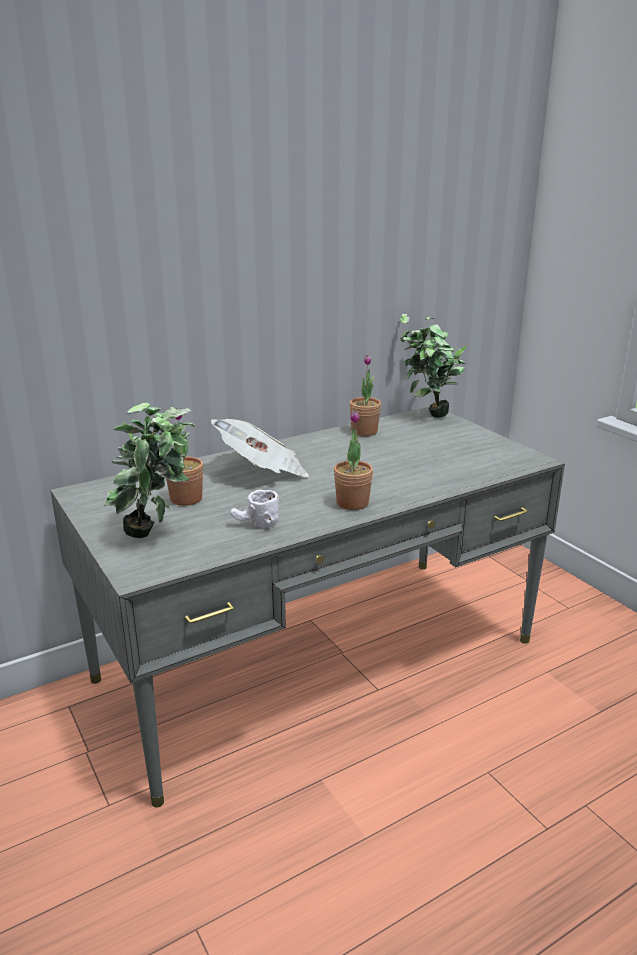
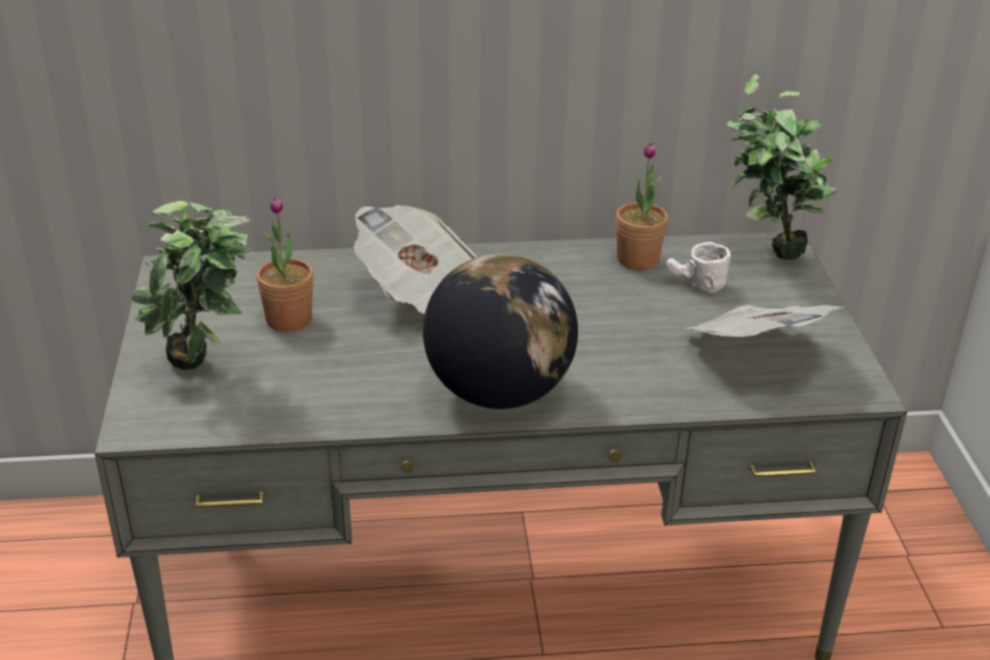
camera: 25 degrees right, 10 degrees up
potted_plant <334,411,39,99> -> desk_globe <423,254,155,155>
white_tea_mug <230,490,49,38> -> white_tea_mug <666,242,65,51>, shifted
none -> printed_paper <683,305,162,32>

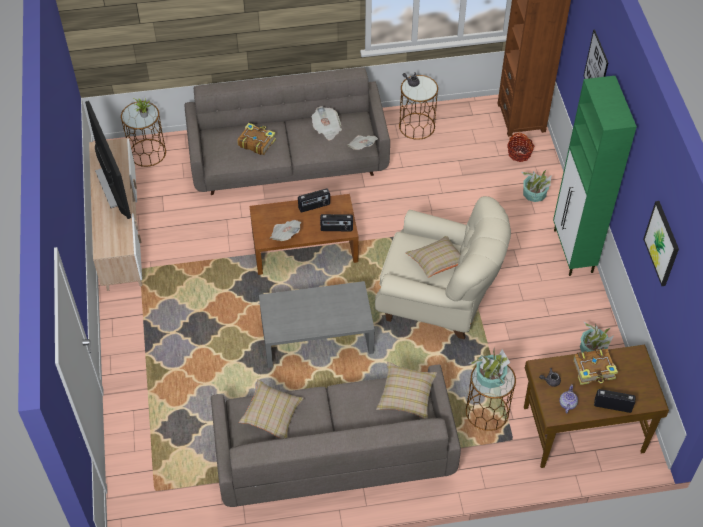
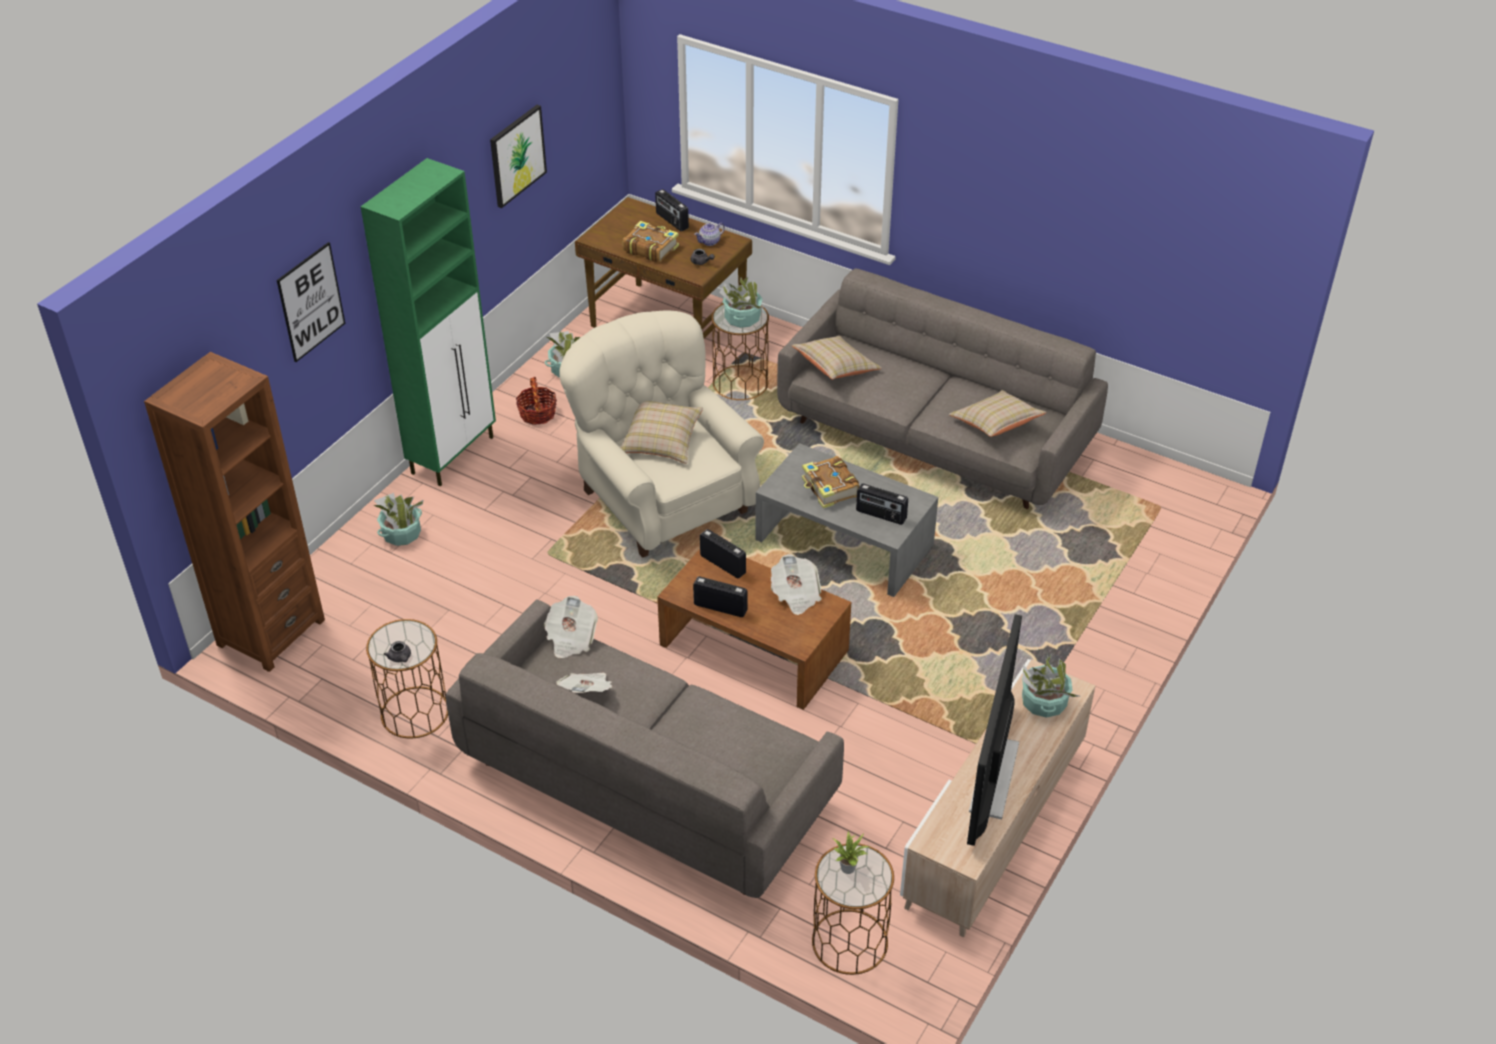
camera: 140 degrees left, 10 degrees down
storage_basket <508,133,26,29> -> storage_basket <516,377,41,48>, shifted
book <237,123,39,32> -> book <802,456,58,52>, shifted
none -> radio_set <856,483,52,42>
none -> potted_plant <1022,654,57,64>

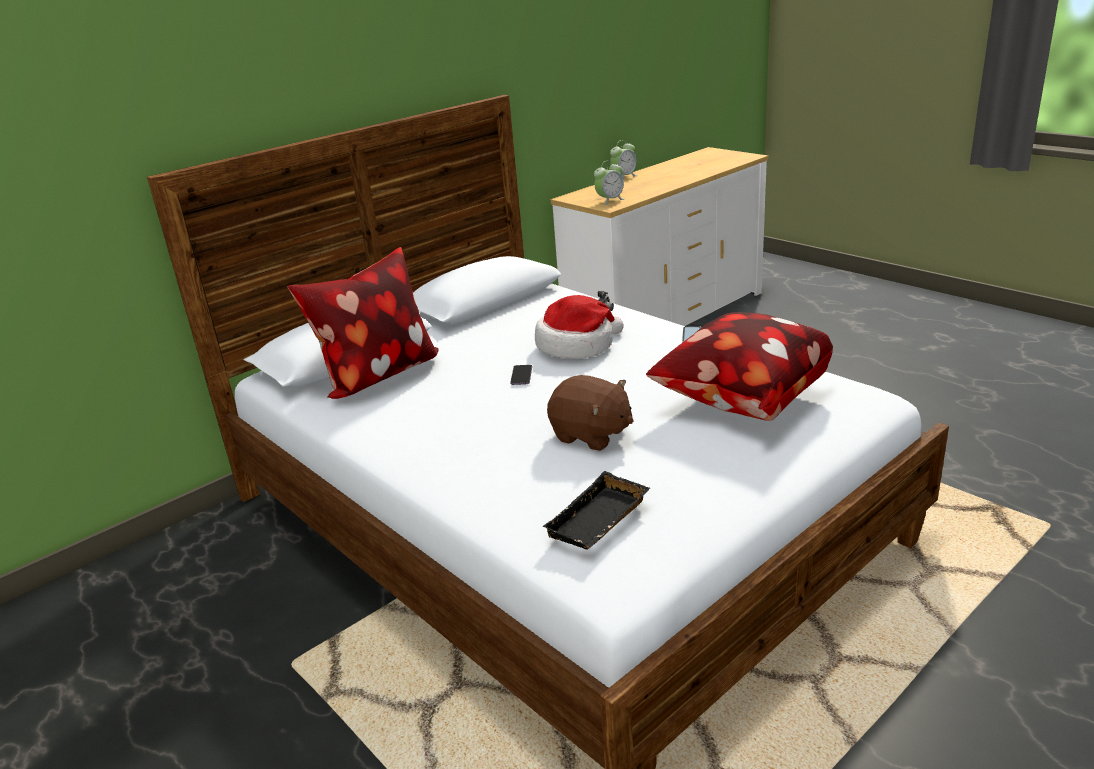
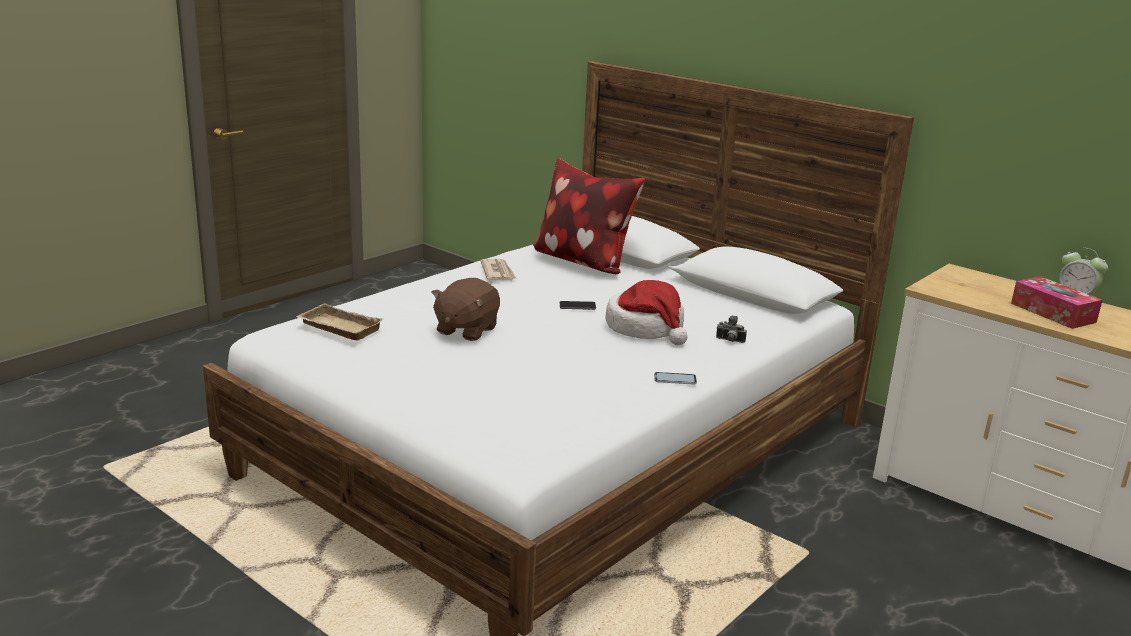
camera: 80 degrees right, 5 degrees down
blackish_tray <542,471,108,79> -> beige-coloured_tray <296,303,87,37>
none -> printed_paper <481,259,36,21>
none -> box_of_tissues <1011,276,91,53>
bedside_clock <594,160,30,45> -> none
throw_pillow <646,312,187,109> -> none

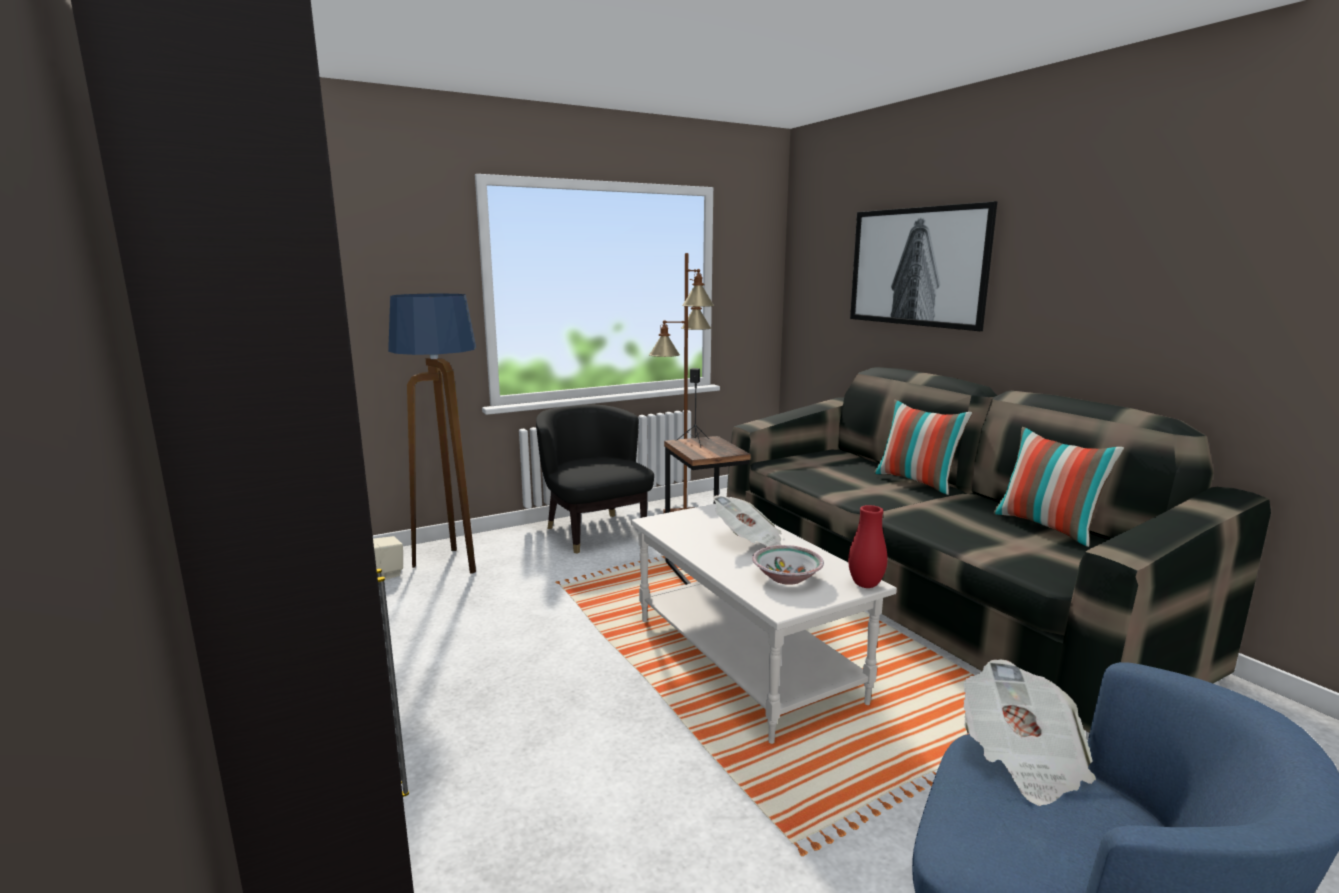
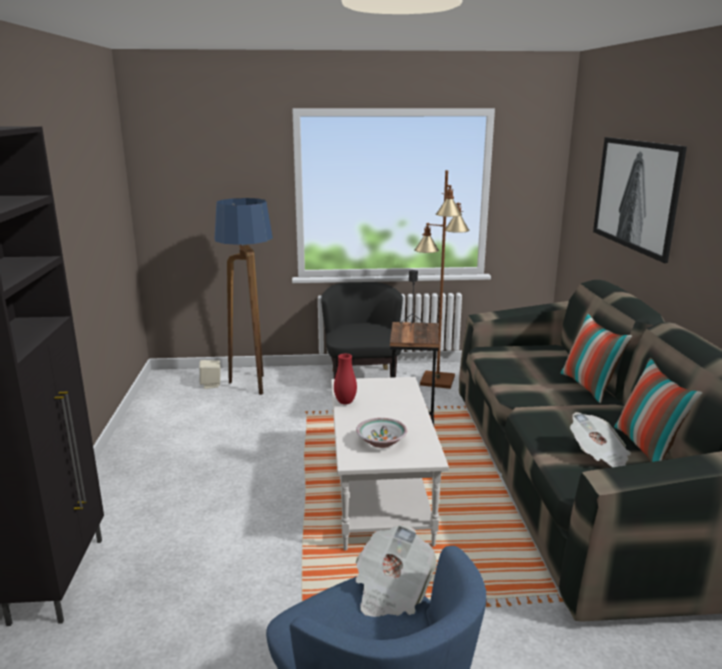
camera: 25 degrees right, 5 degrees up
red-coloured_vase <848,505,40,83> -> red-coloured_vase <334,354,23,51>, shifted
printed_paper <713,495,69,52> -> printed_paper <570,412,61,55>, shifted

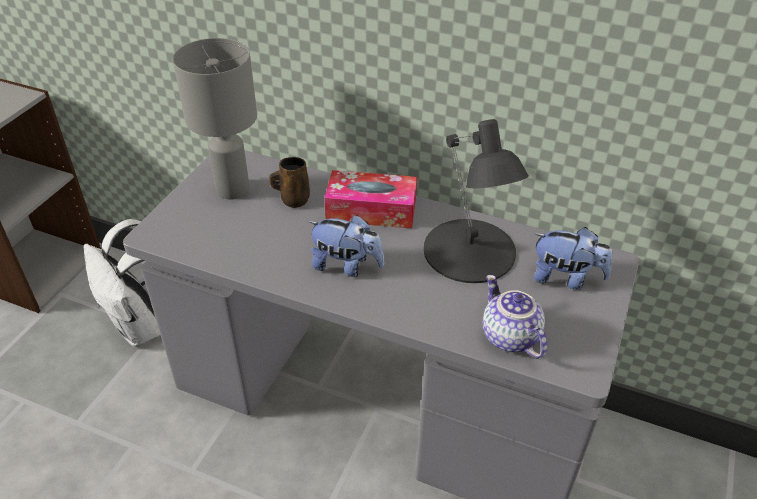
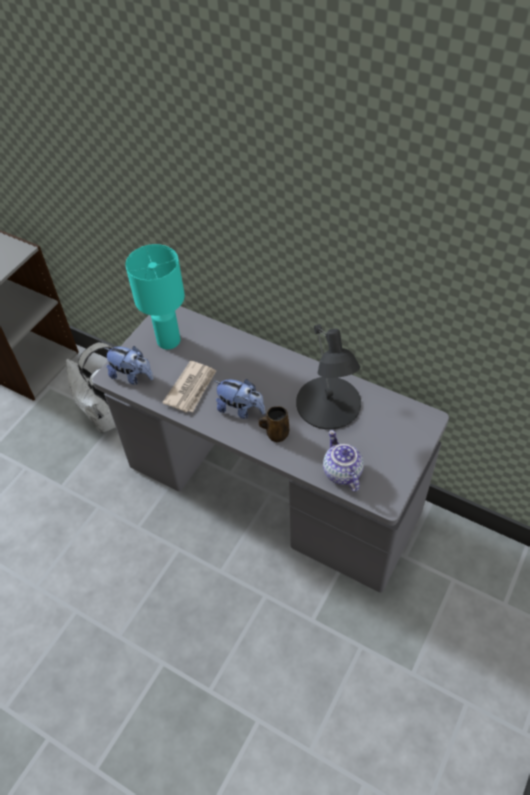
camera: 10 degrees right, 10 degrees up
cuddly_toy <534,227,78,63> -> cuddly_toy <104,346,49,39>, shifted
greyish_lamp_for_a_table <173,38,84,161> -> blue-green_lamp_for_a_table <126,244,59,105>
none -> printed_paper <162,361,54,51>
brown-coloured_tea_mug <270,157,40,51> -> brown-coloured_tea_mug <259,406,30,36>, shifted
box_of_tissues <324,170,93,58> -> none

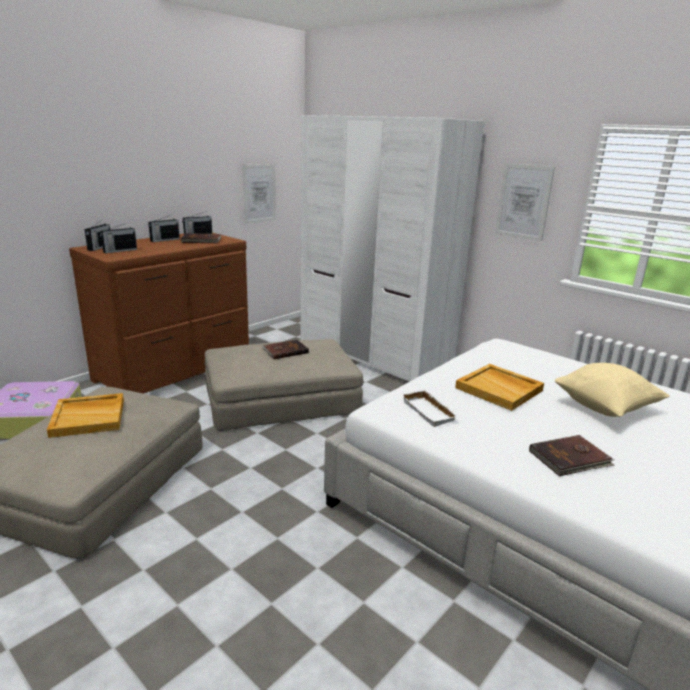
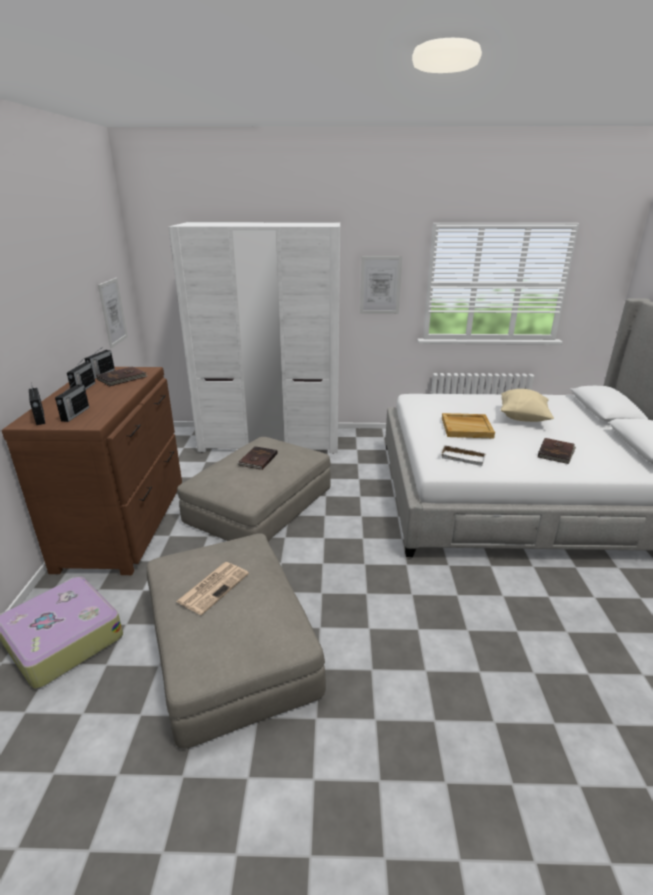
camera: 40 degrees left, 5 degrees up
beige-coloured_tray <47,393,77,45> -> printed_paper <176,562,73,53>

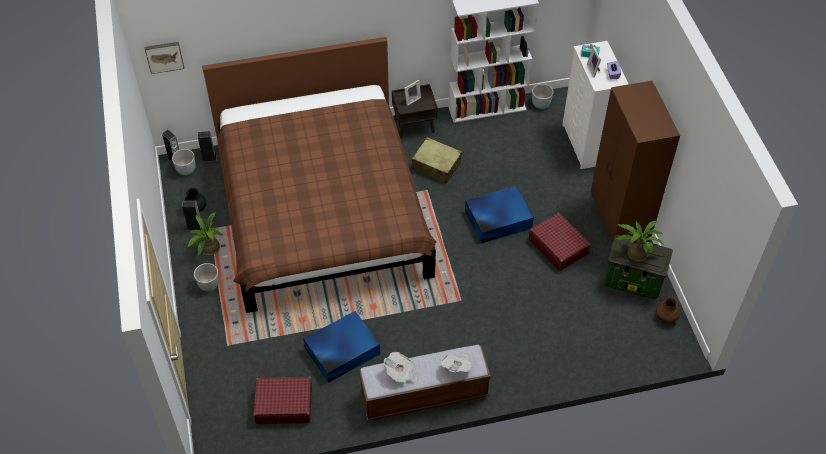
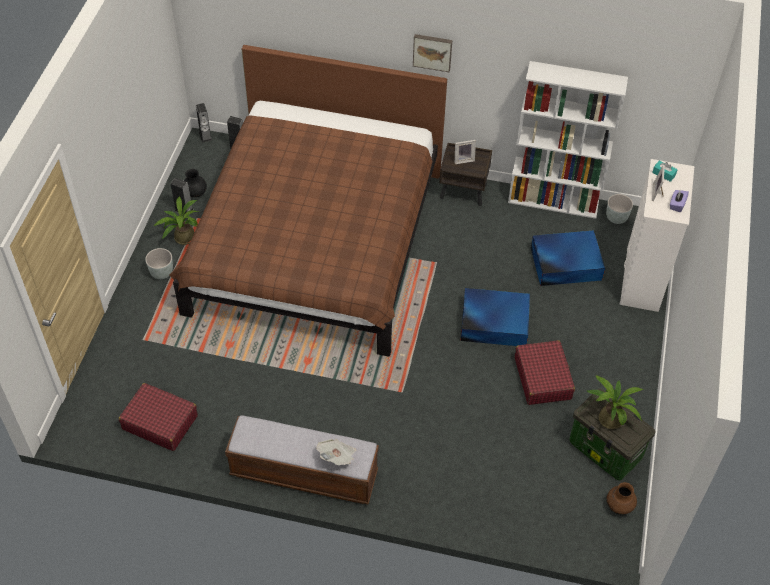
camera: 25 degrees right, 0 degrees up
wall_art <145,42,39,32> -> wall_art <413,34,39,38>, shifted
bluish_storage_bin <303,311,77,72> -> bluish_storage_bin <531,230,74,56>, shifted
greyish_planter <172,149,24,26> -> none
printed_paper <384,352,33,31> -> none
beige-coloured_piece_of_luggage <411,137,51,46> -> none
brown-coloured_armoire <591,81,89,162> -> none

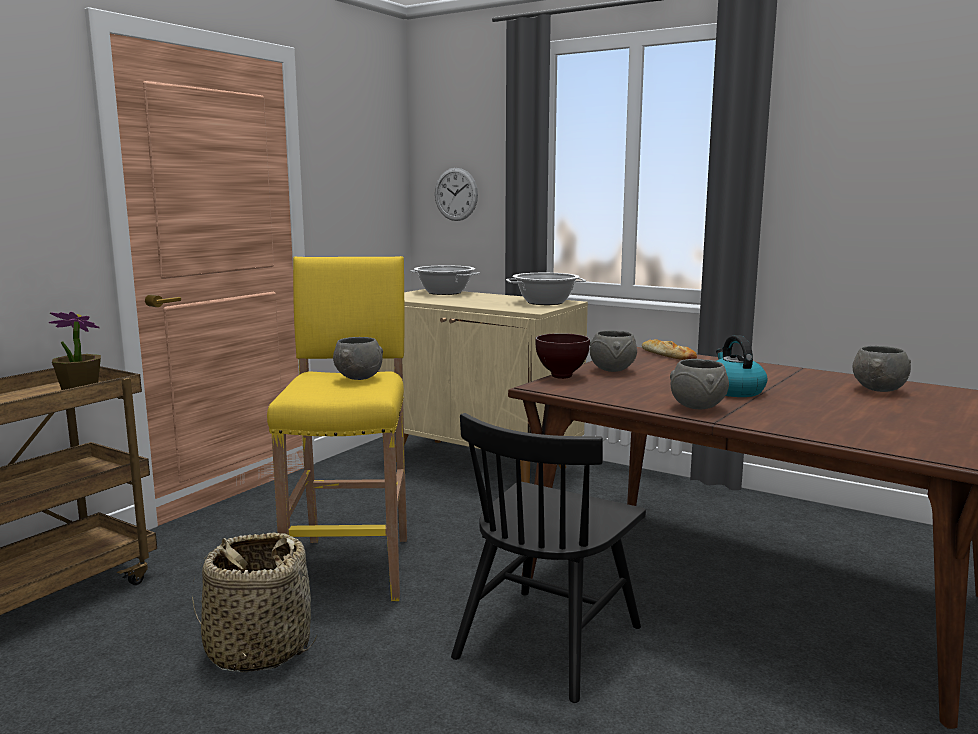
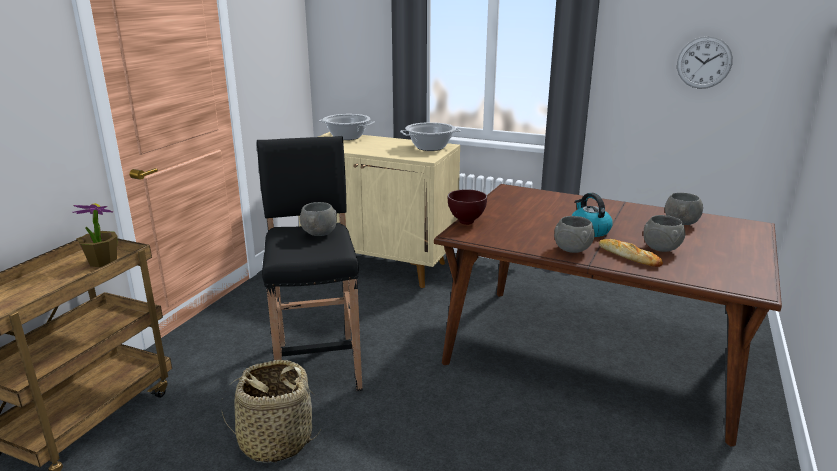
camera: 10 degrees left, 10 degrees up
yellow_sitting_stool <267,256,140,345> -> blackish_sitting_stool <257,136,106,255>
bakery_bread <642,339,55,21> -> bakery_bread <599,239,64,28>, shifted
greyish_serving_bowl <590,330,47,42> -> greyish_serving_bowl <643,215,42,37>, shifted
clock_on_the_wall <435,168,43,53> -> clock_on_the_wall <677,36,56,53>, shifted
blackish_chair <451,413,195,290> -> none

